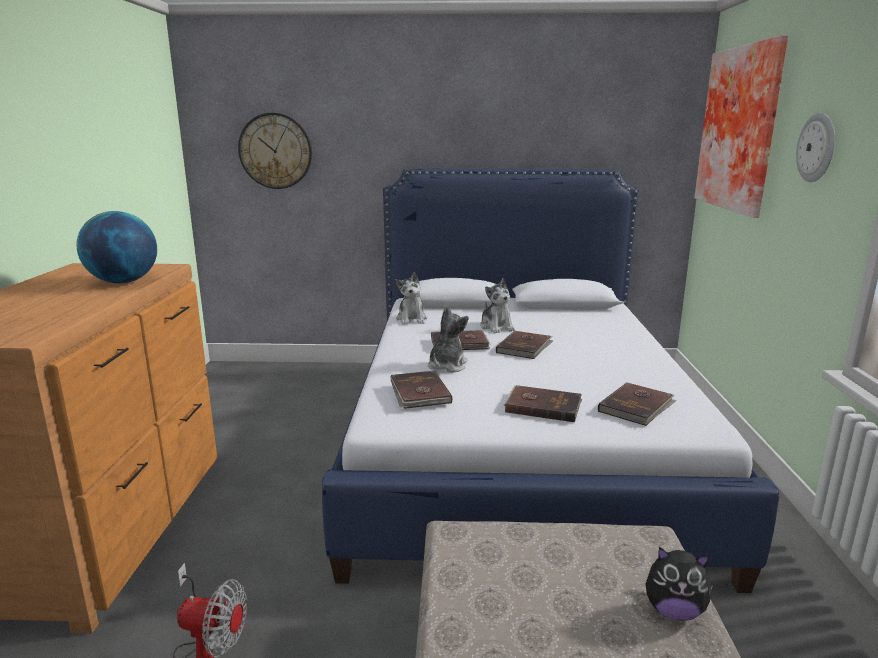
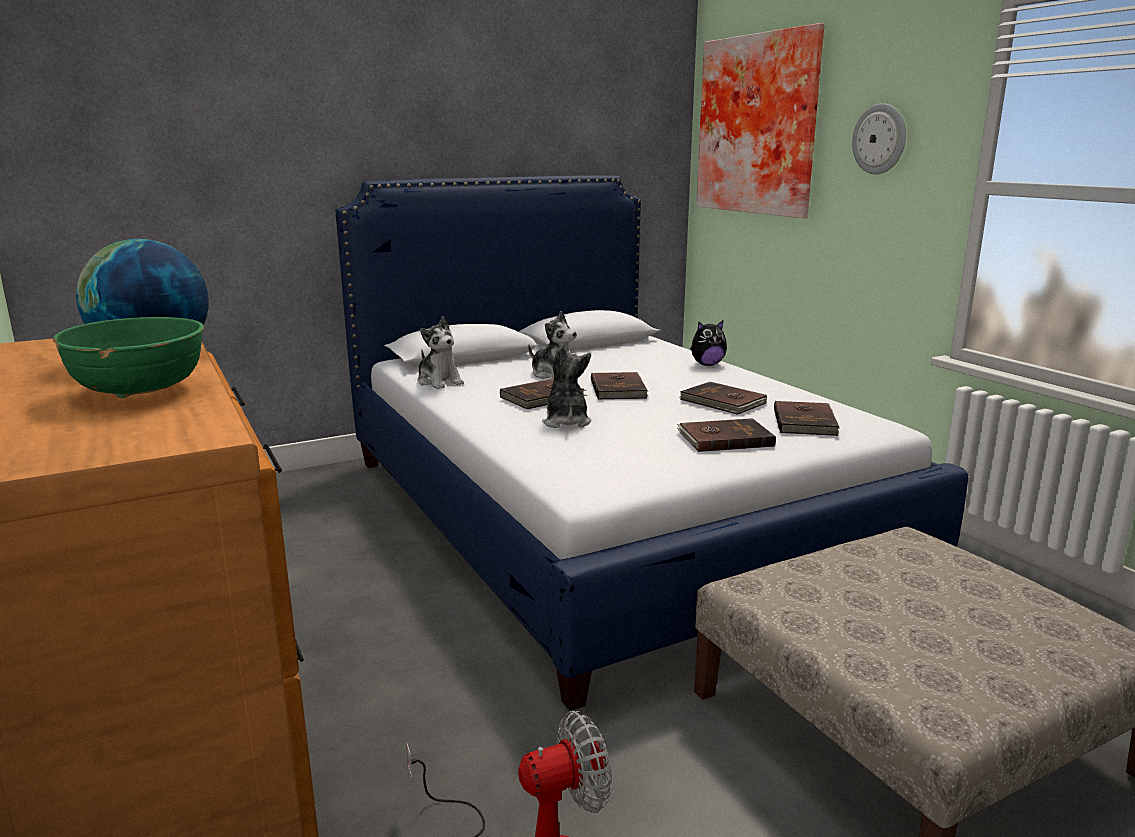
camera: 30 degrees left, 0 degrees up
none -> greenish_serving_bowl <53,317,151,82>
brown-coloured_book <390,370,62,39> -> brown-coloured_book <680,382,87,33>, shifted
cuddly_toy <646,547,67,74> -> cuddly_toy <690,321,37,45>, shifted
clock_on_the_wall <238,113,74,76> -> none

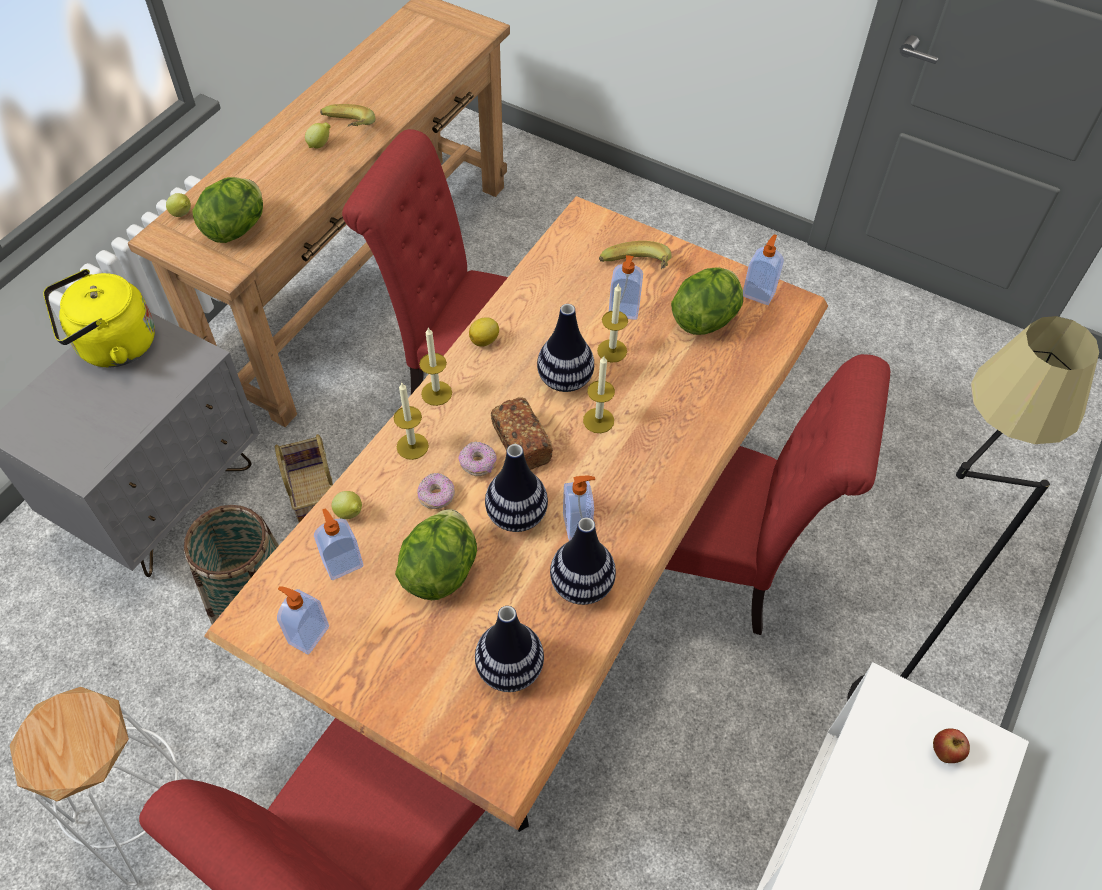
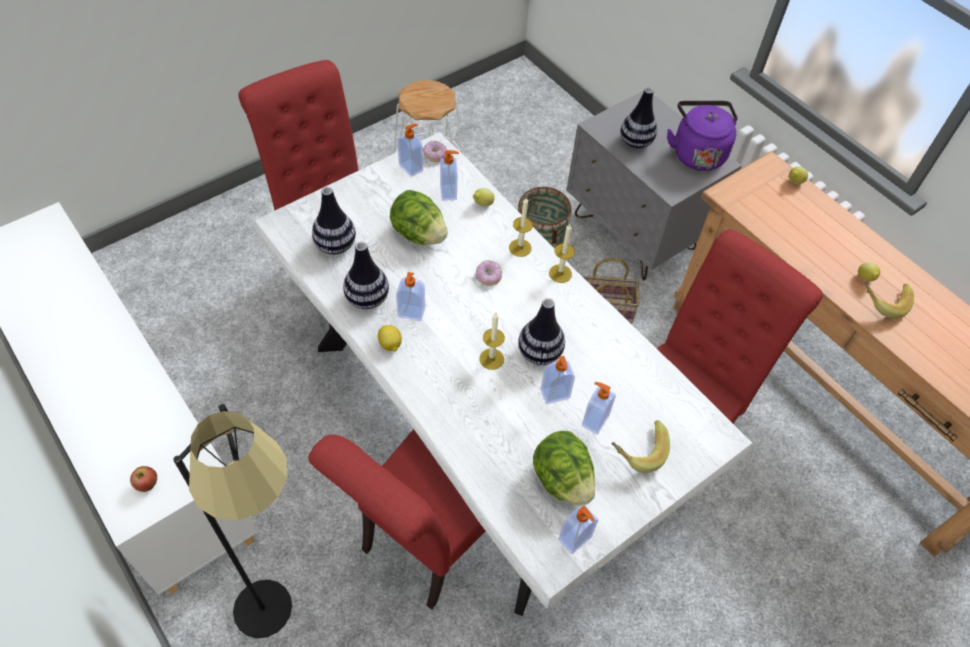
camera: 110 degrees right, 0 degrees up
brown-coloured_dining_table <204,196,624,636> -> white_dining_table <251,132,504,484>
lemon <469,317,30,30> -> lemon <378,325,24,27>, shifted
donut <417,473,38,36> -> donut <423,140,24,22>, shifted
wax_candle <597,284,31,79> -> soap_bottle <540,356,35,48>
vase <485,444,63,88> -> vase <621,87,36,61>, shifted
yellow_water_kettle <43,269,112,98> -> purple-coloured_water_kettle <667,101,71,70>
head_of_lettuce <192,177,71,66> -> none
bakery_bread <491,397,62,73> -> none

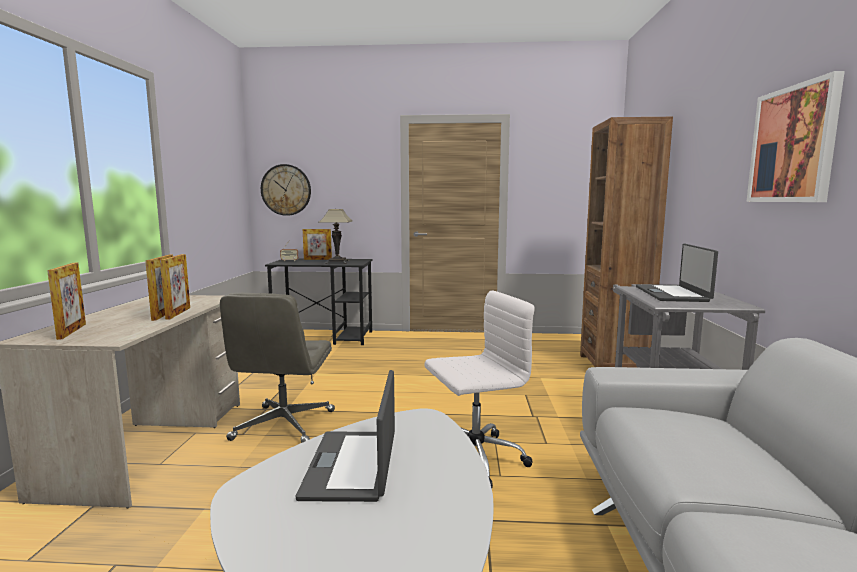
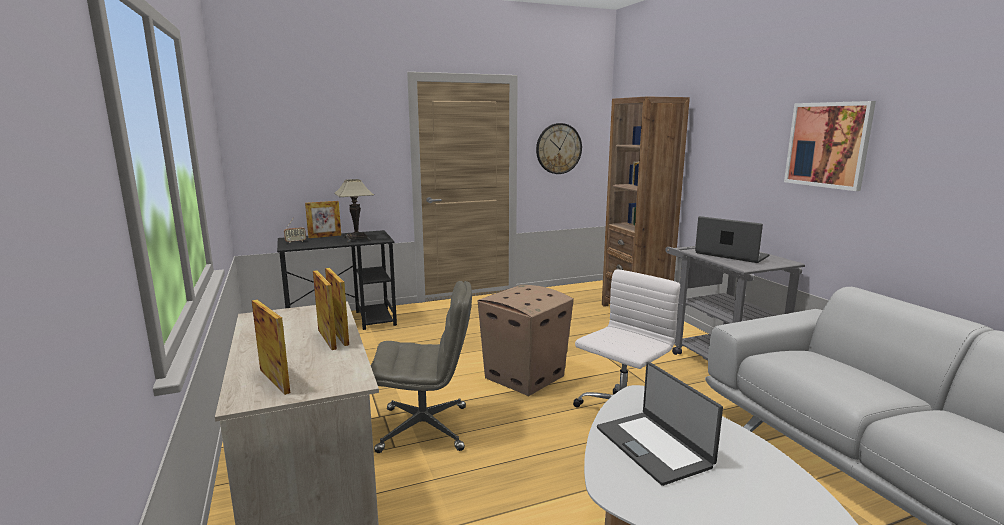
camera: 25 degrees left, 5 degrees up
greyish_computer_chair <220,293,115,150> -> greyish_computer_chair <371,281,101,172>, 75 degrees counterclockwise
none -> cardboard_box <478,285,96,111>
clock_on_the_wall <261,164,50,52> -> clock_on_the_wall <536,123,46,51>, shifted
laptop <636,243,82,59> -> laptop <695,216,75,47>, 150 degrees clockwise

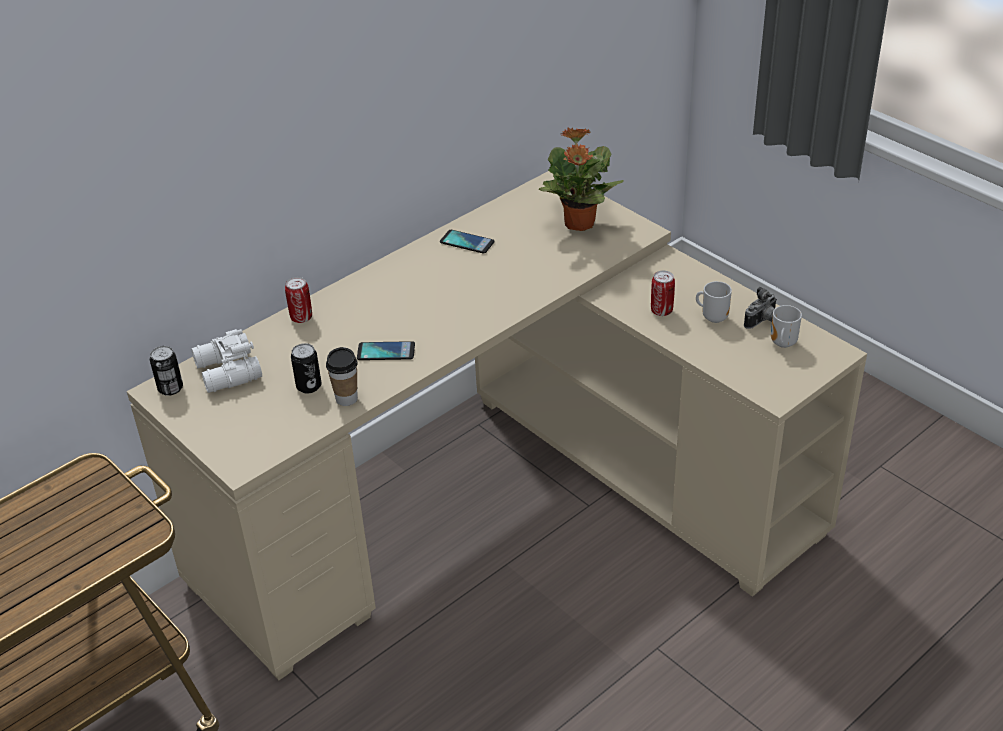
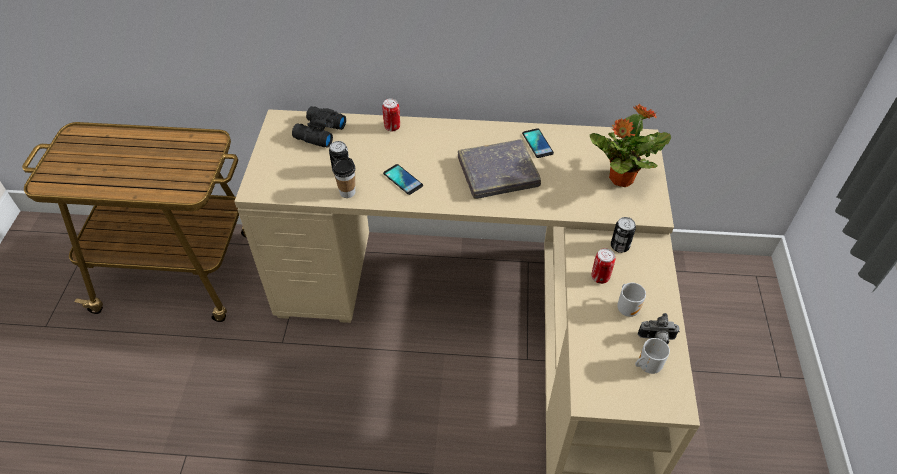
camera: 45 degrees right, 10 degrees up
white_binoculars <191,329,71,64> -> blackish_binoculars <292,106,54,42>
none -> greyish_book <458,139,83,60>
metal_can <150,346,33,50> -> metal_can <611,217,25,36>, shifted

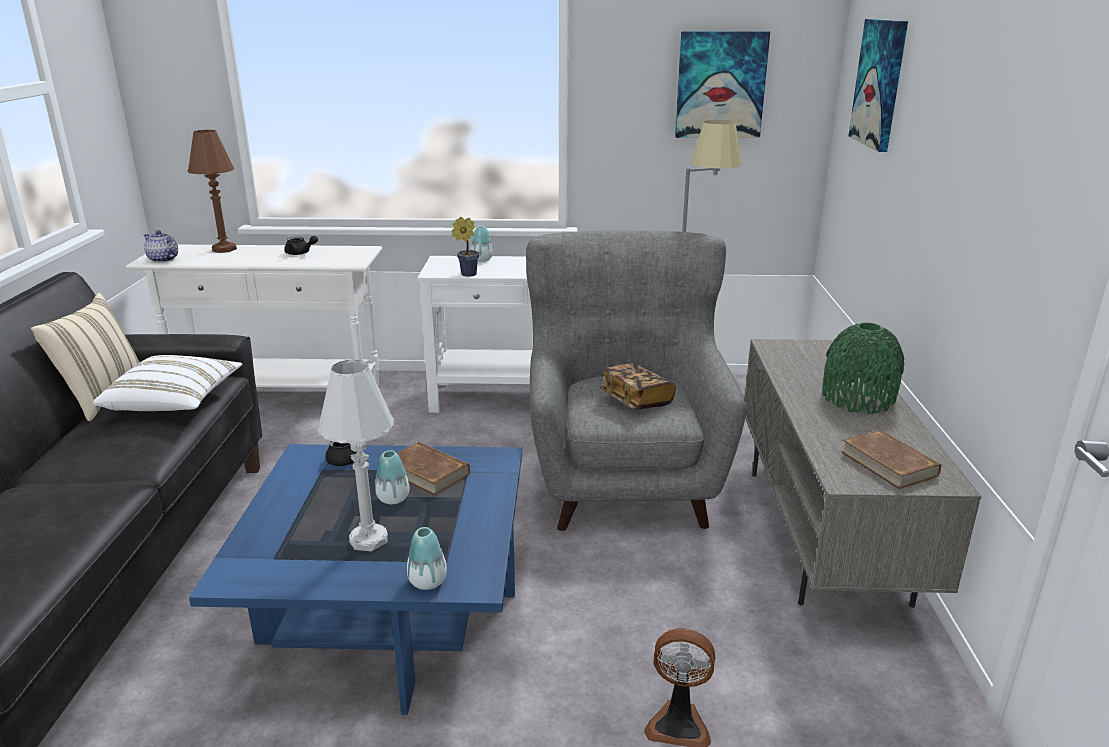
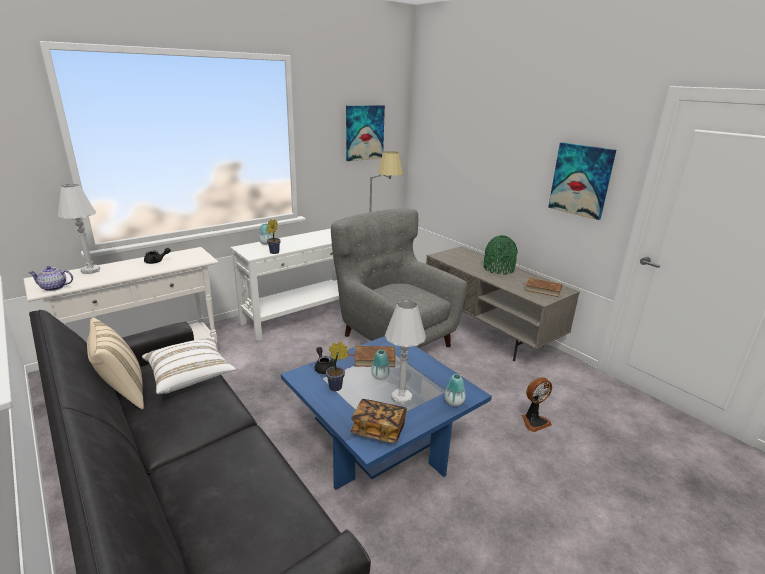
camera: 40 degrees left, 0 degrees up
brown-coloured_lamp_for_a_table <188,130,49,123> -> white_lamp_for_a_table <58,184,42,90>
none -> potted_plant <326,341,23,50>
book <600,363,76,47> -> book <351,399,56,44>, shifted
wall_art <849,19,59,133> -> wall_art <548,142,68,78>, shifted

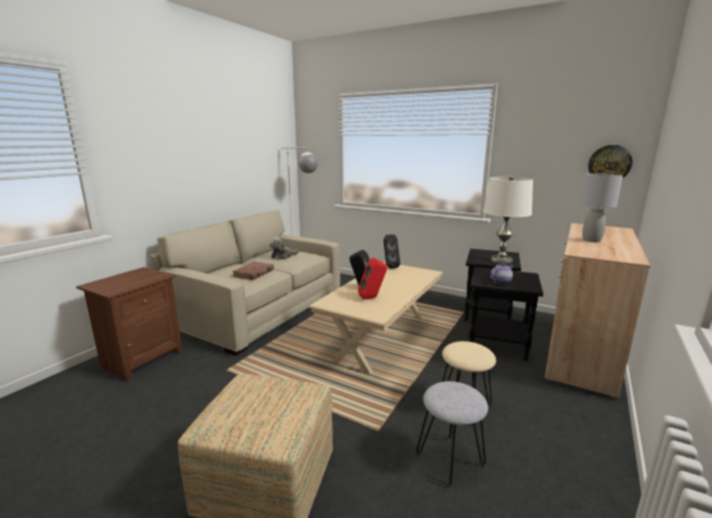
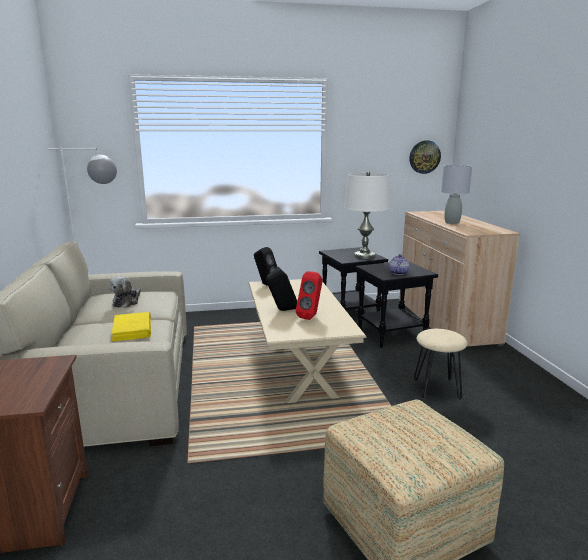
camera: 40 degrees left, 0 degrees up
brown-coloured_book <232,262,42,18> -> yellow_book <111,312,40,29>
greyish_sitting_stool <416,381,72,107> -> none

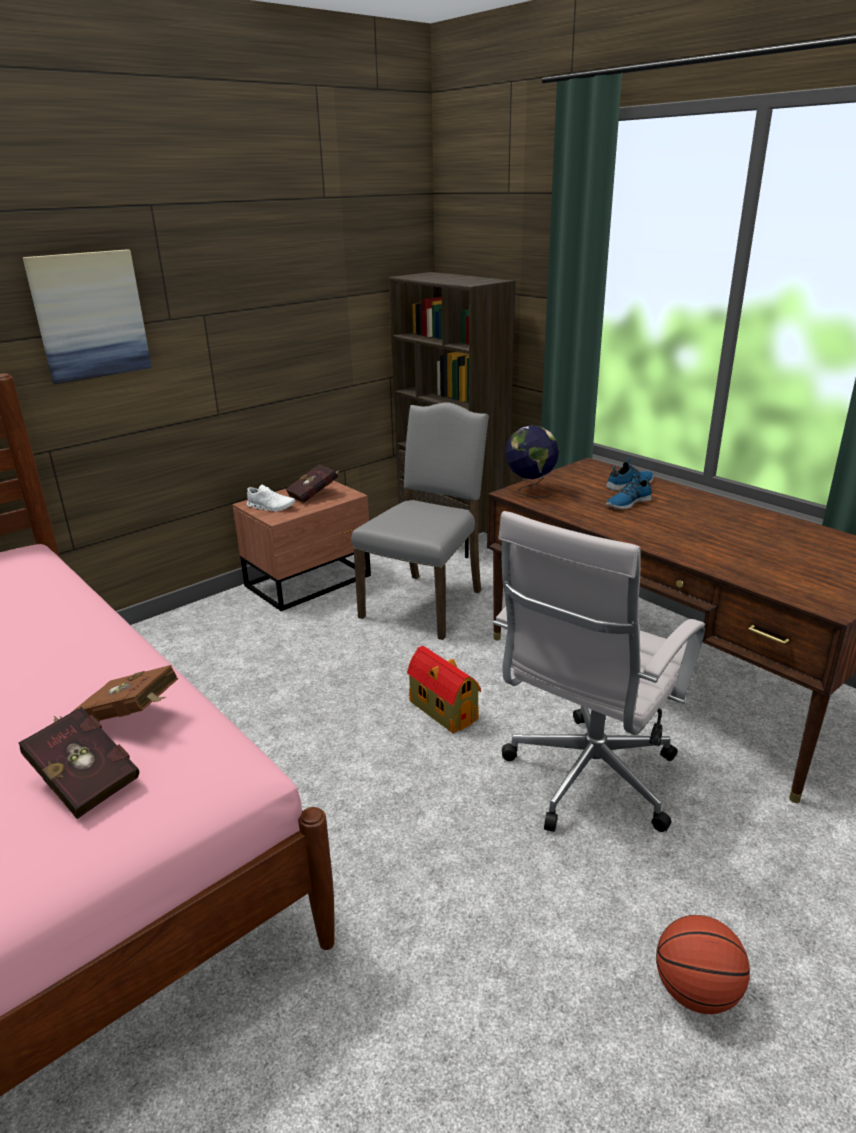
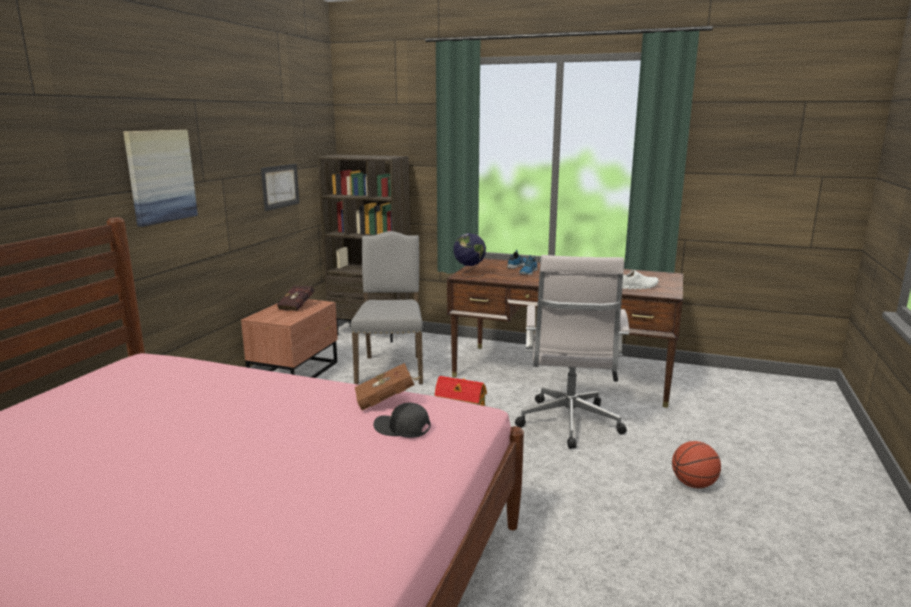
camera: 30 degrees left, 10 degrees down
none -> wall_art <261,164,38,47>
red-coloured_book <19,707,120,112> -> blackish_peaked_cap <373,402,58,36>
white_item_of_footwear <247,485,48,27> -> white_item_of_footwear <622,270,37,19>, shifted

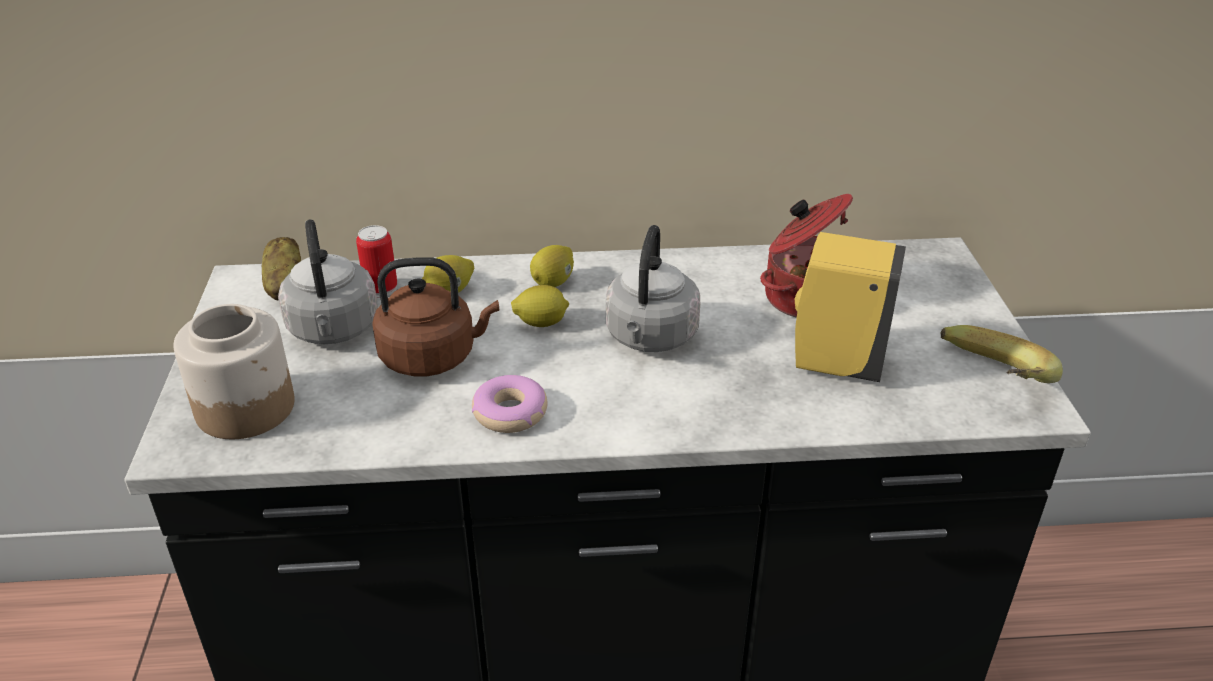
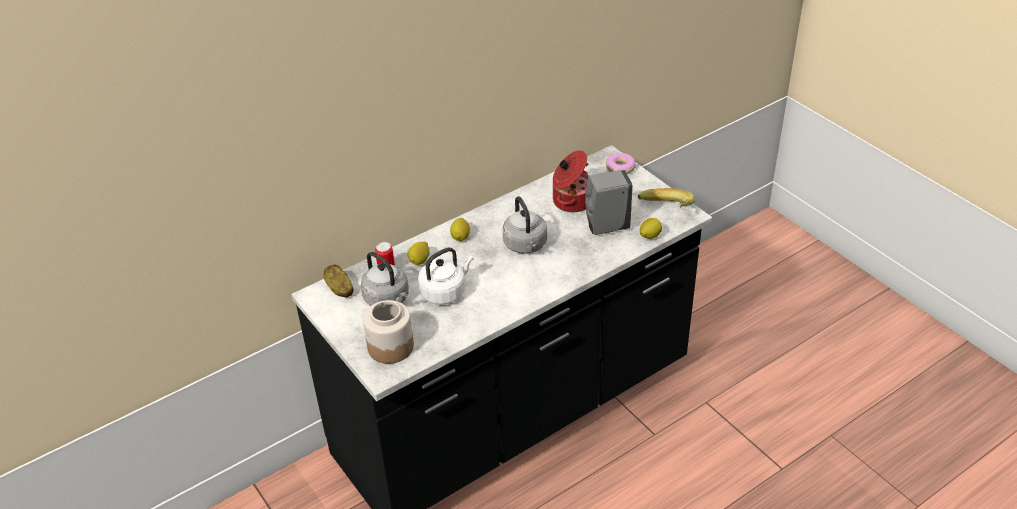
camera: 30 degrees left, 5 degrees up
brown-coloured_water_kettle <372,257,127,119> -> white_water_kettle <418,247,55,58>
yellow_soap_bottle <795,232,111,150> -> greyish_soap_bottle <585,170,48,65>
donut <472,375,76,58> -> donut <606,153,30,21>, shifted
lemon <511,285,58,42> -> lemon <640,218,22,21>, shifted

